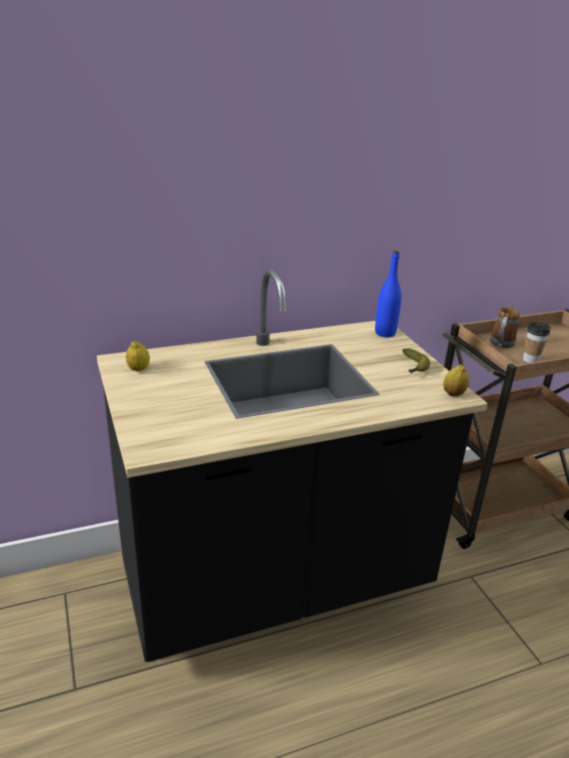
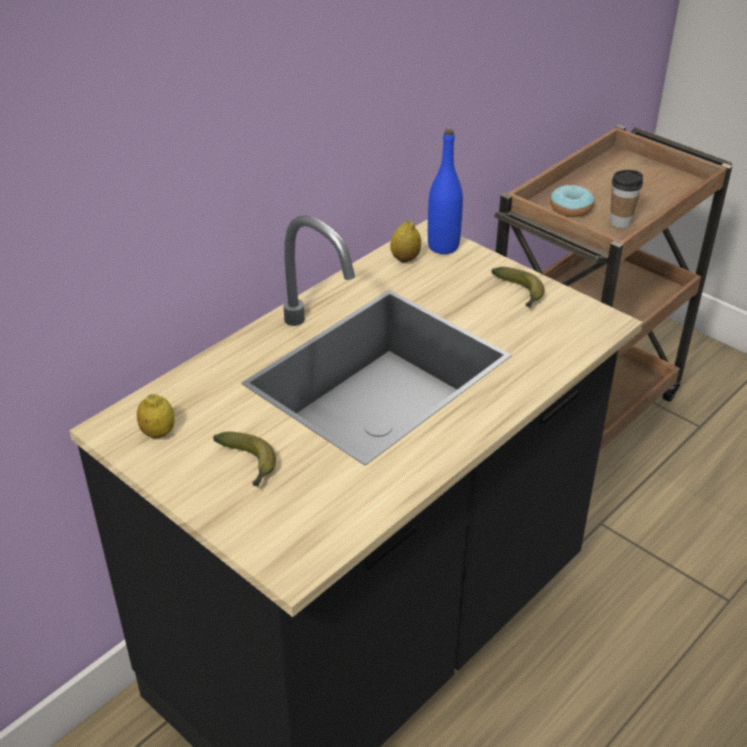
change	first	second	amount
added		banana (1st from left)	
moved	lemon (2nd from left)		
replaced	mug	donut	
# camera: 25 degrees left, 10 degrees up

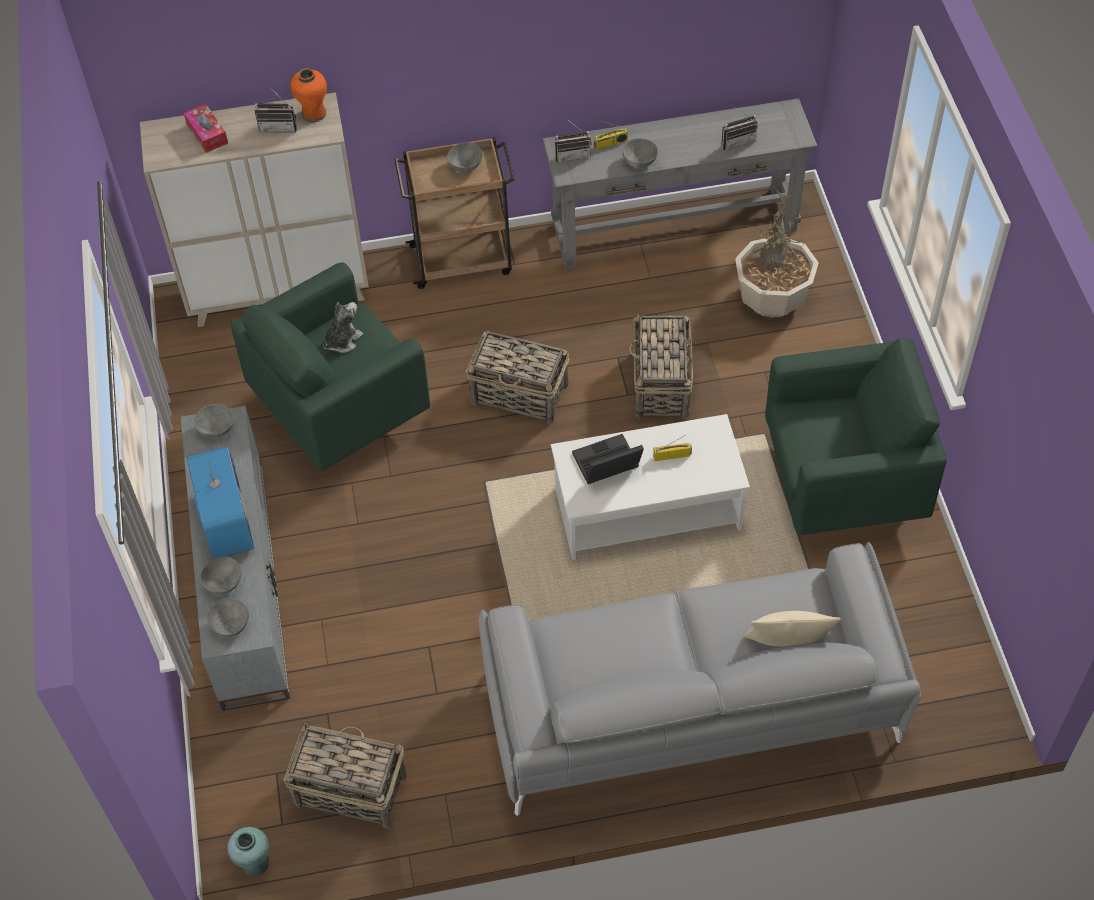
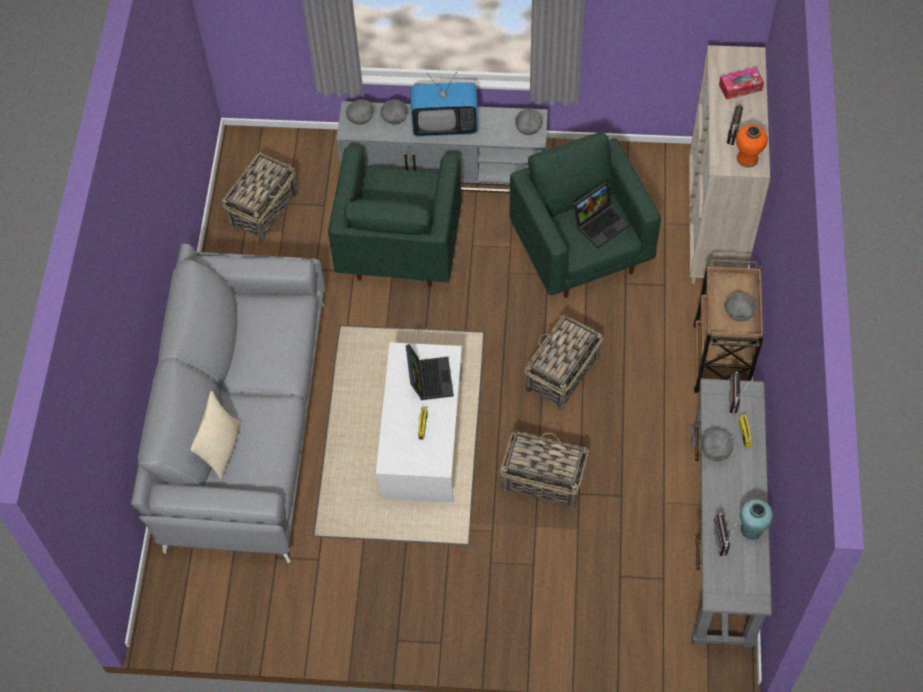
change	first	second	amount
moved	armchair in green (2nd from left in the first image)	armchair in green (1st from left)	
replaced	plush toy	laptop (2nd from left)	
moved	vase in turquoise		
removed	potted plant		
# camera: 105 degrees right, 5 degrees up

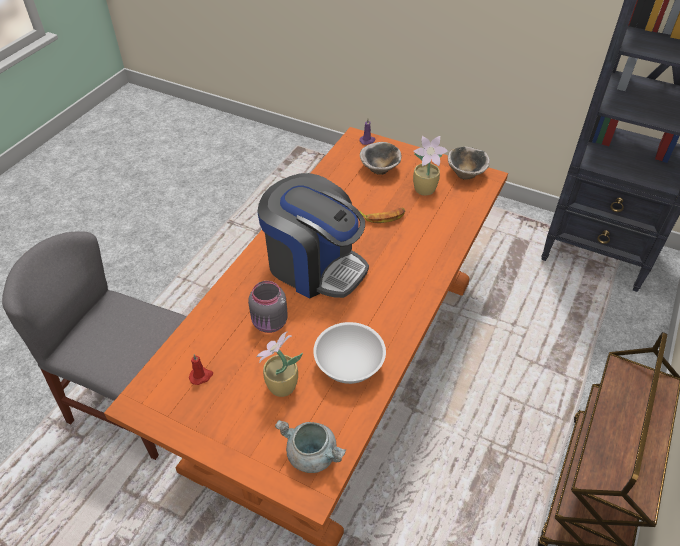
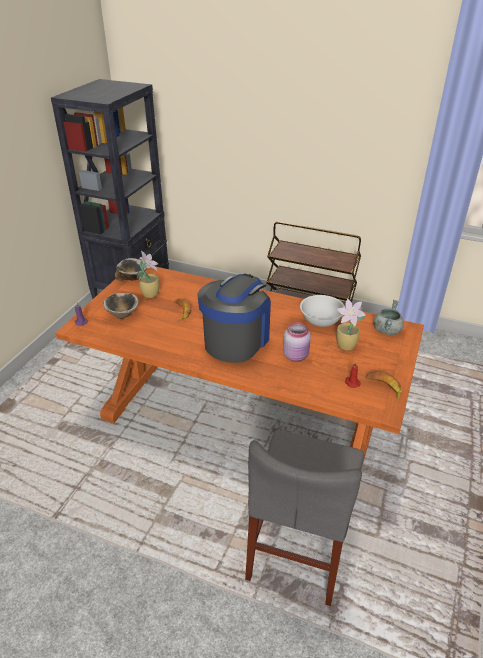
change	first	second	amount
recoloured	jar in grey	jar in pink	
added		banana (2nd from left)	
# camera: 95 degrees left, 10 degrees down

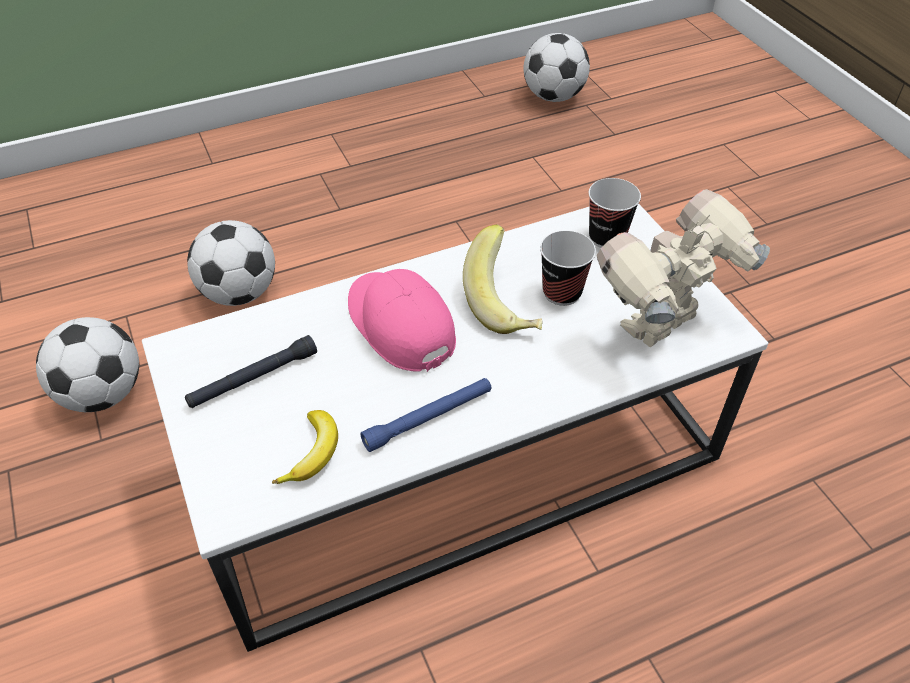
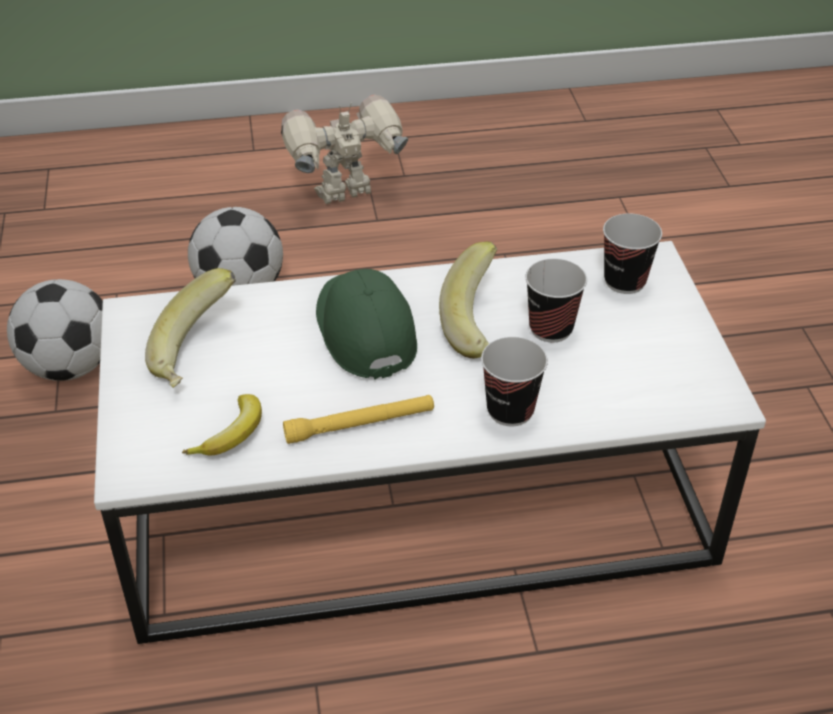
change	first	second	amount
replaced	flashlight in black	banana (1st from left)	
moved	toy robot		
recoloured	flashlight in blue	flashlight in yellow	
recoloured	cap in pink	cap in green	
added		cup (1st from left)	
removed	football (3rd from left)		
# camera: 15 degrees right, 5 degrees down

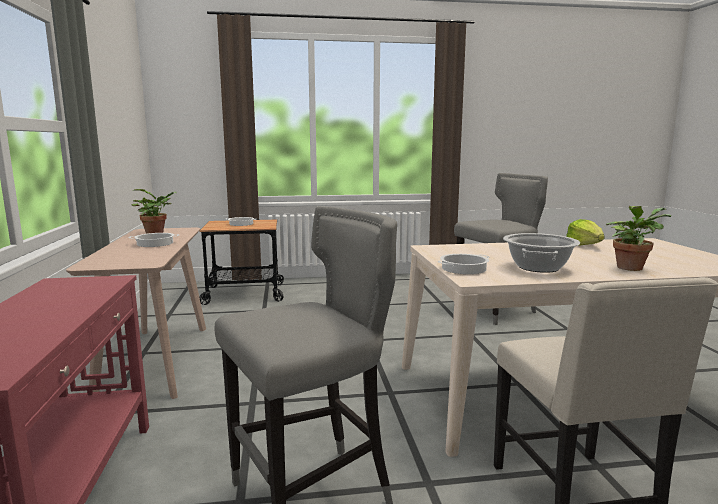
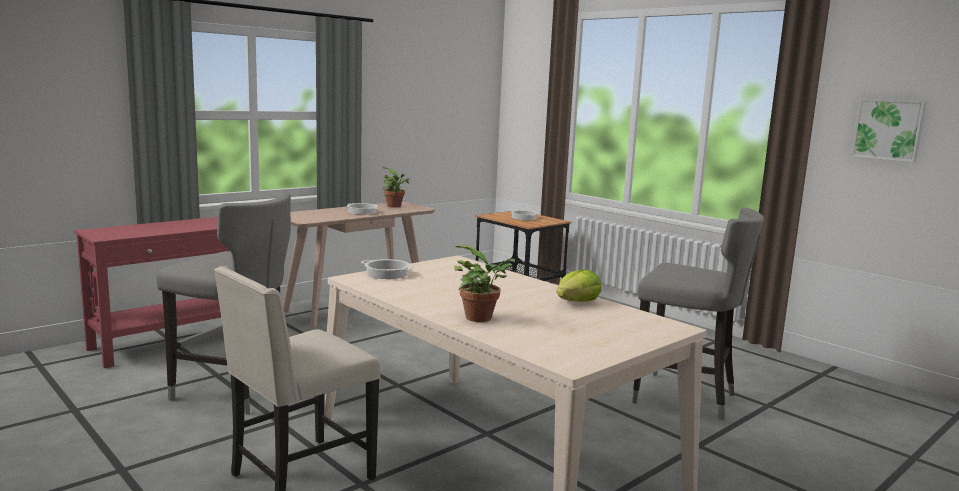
change	first	second	amount
added		picture	
removed	cooking pot (4th from left)		
# camera: 55 degrees right, 0 degrees up

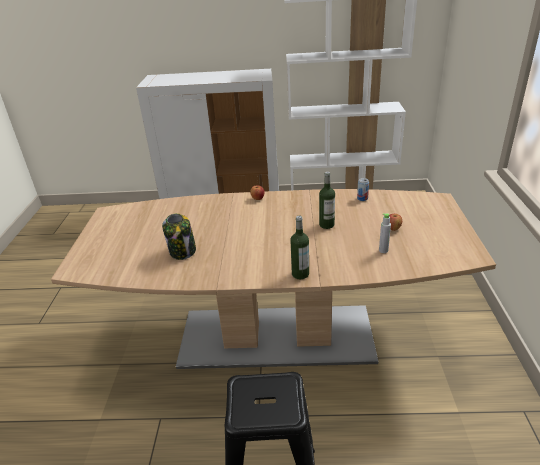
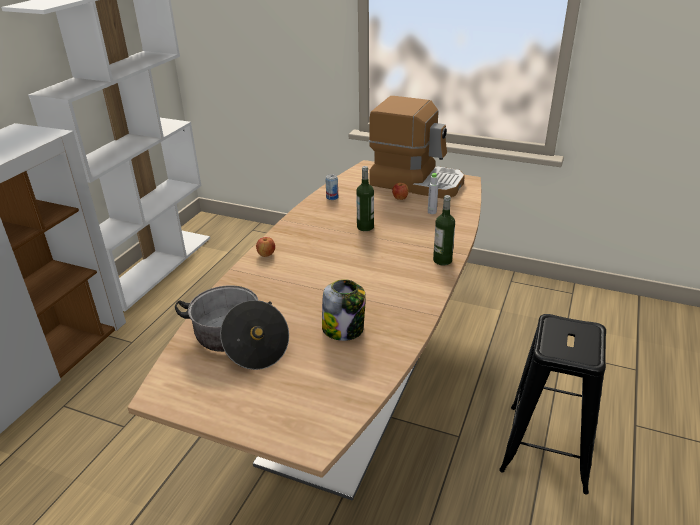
change	first	second	amount
added		cooking pot	
added		coffee machine	
# camera: 70 degrees left, 0 degrees up

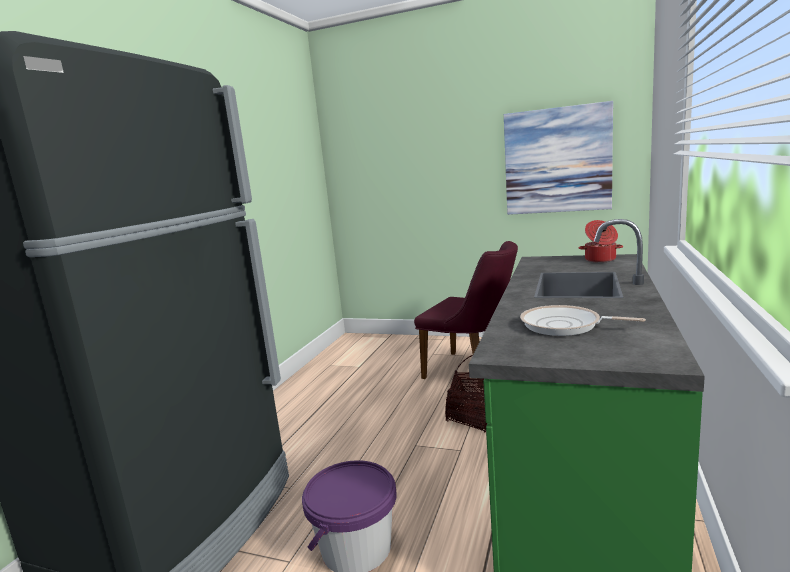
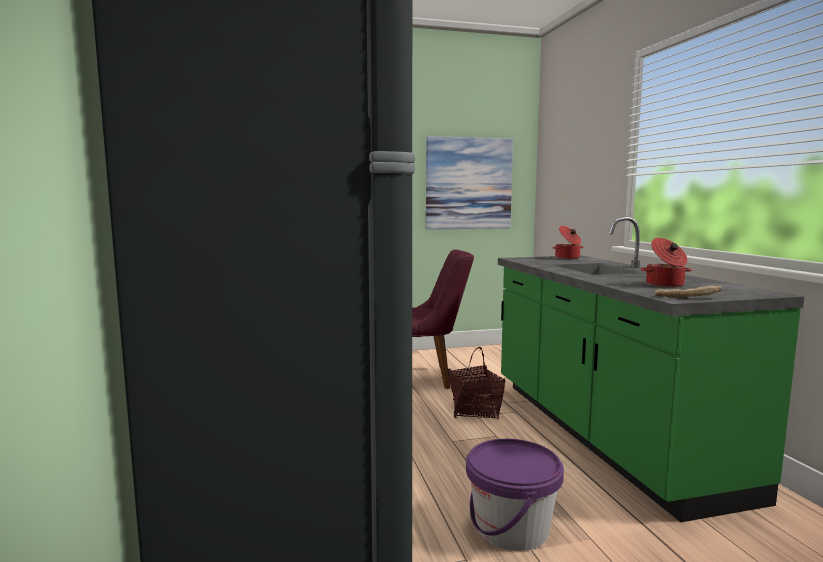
change	first	second	amount
replaced	frying pan	cooking pot (2nd from left)	
added		bread	
# camera: 35 degrees left, 5 degrees down

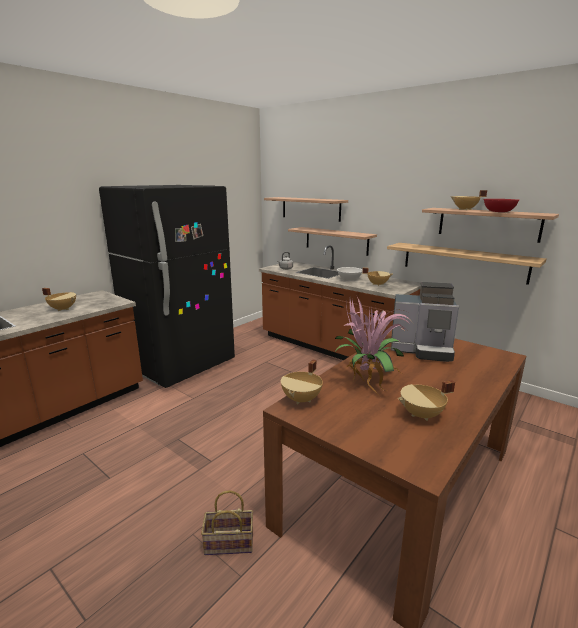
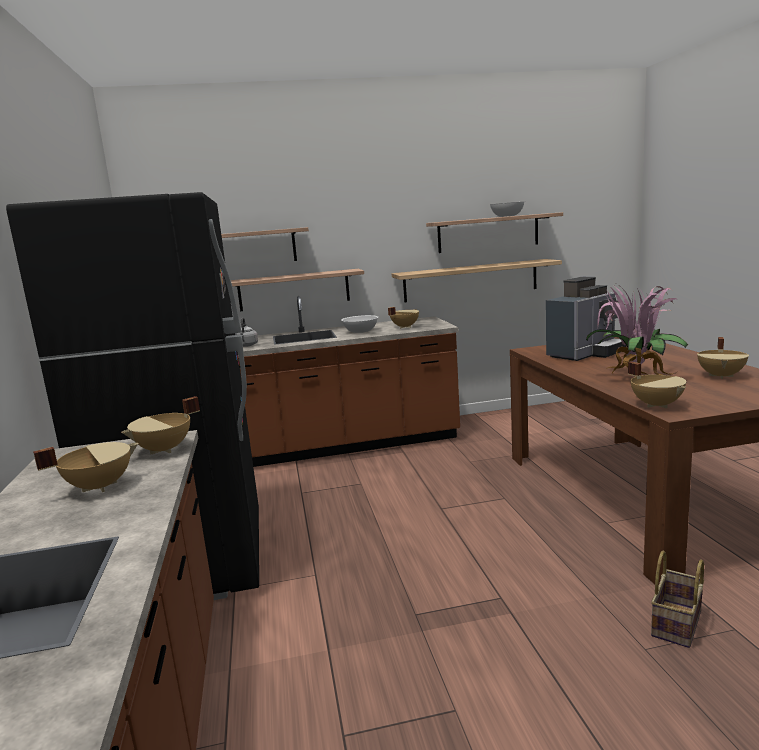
change	first	second	amount
moved	cooking pot in beige (5th from left in the first image)	cooking pot in beige (2nd from left)	
recoloured	bowl in red	bowl in white (2nd from left)	
# camera: 50 degrees left, 5 degrees down

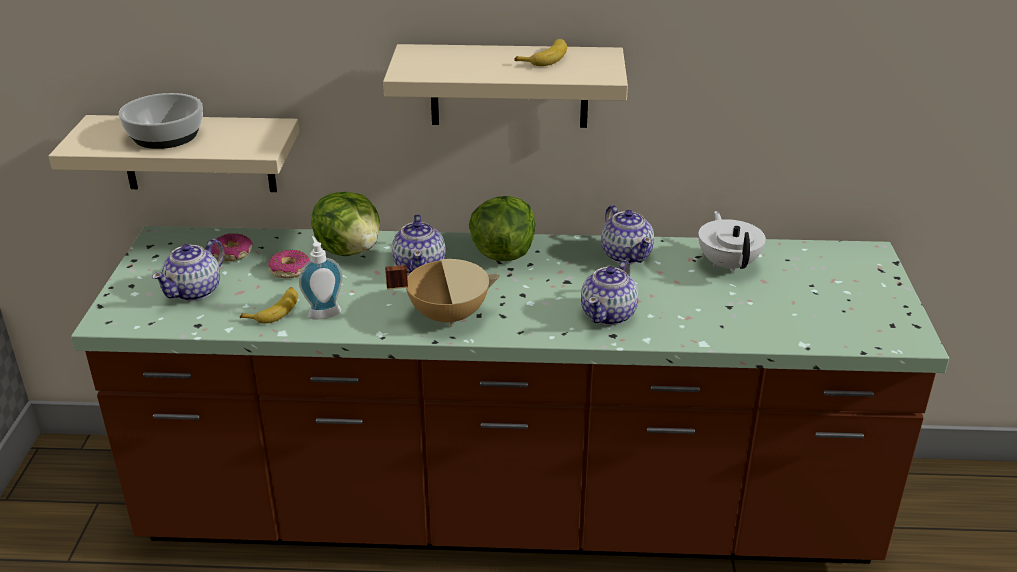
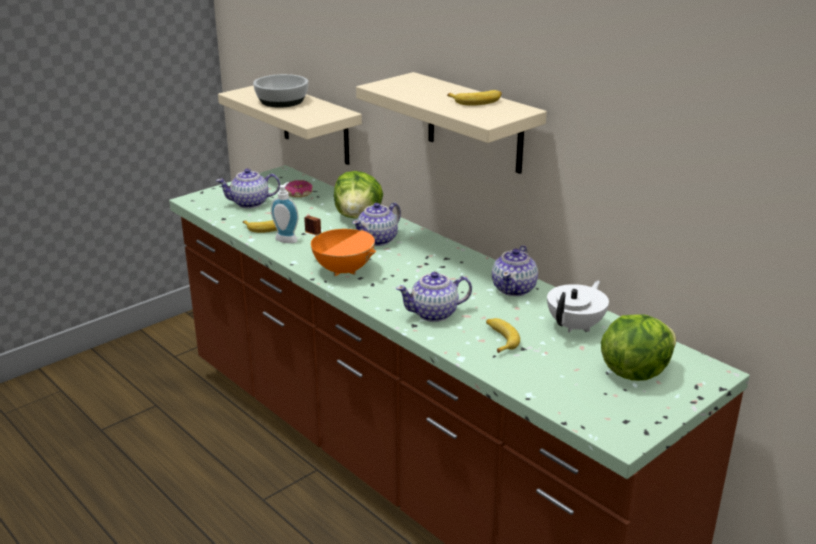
change	first	second	amount
recoloured	cooking pot in beige	cooking pot in orange	
added		banana (3rd from left)	
moved	lettuce (2nd from left)		
removed	donut (2nd from left)		
# camera: 45 degrees right, 5 degrees down

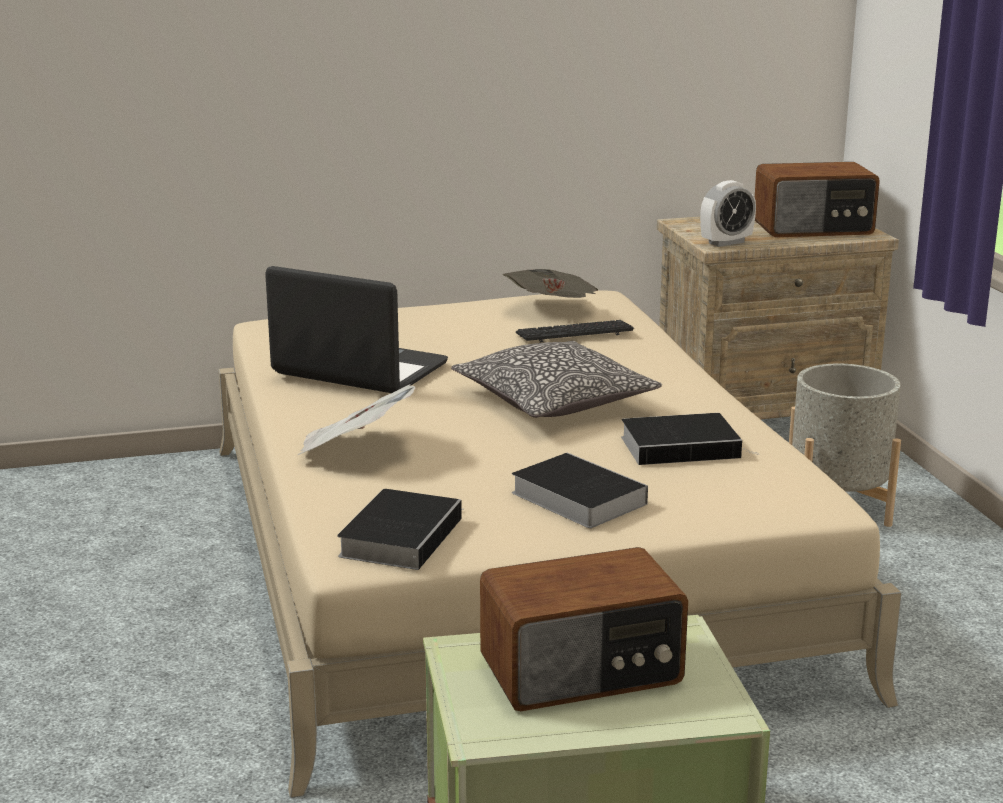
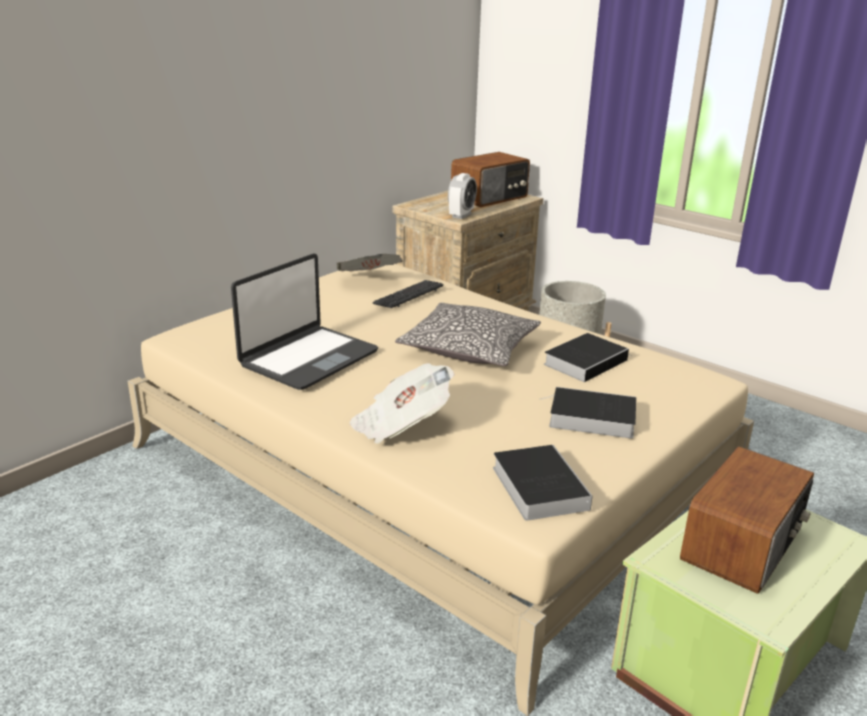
change	first	second	amount
turned	laptop		135 degrees clockwise
# camera: 35 degrees left, 5 degrees up

